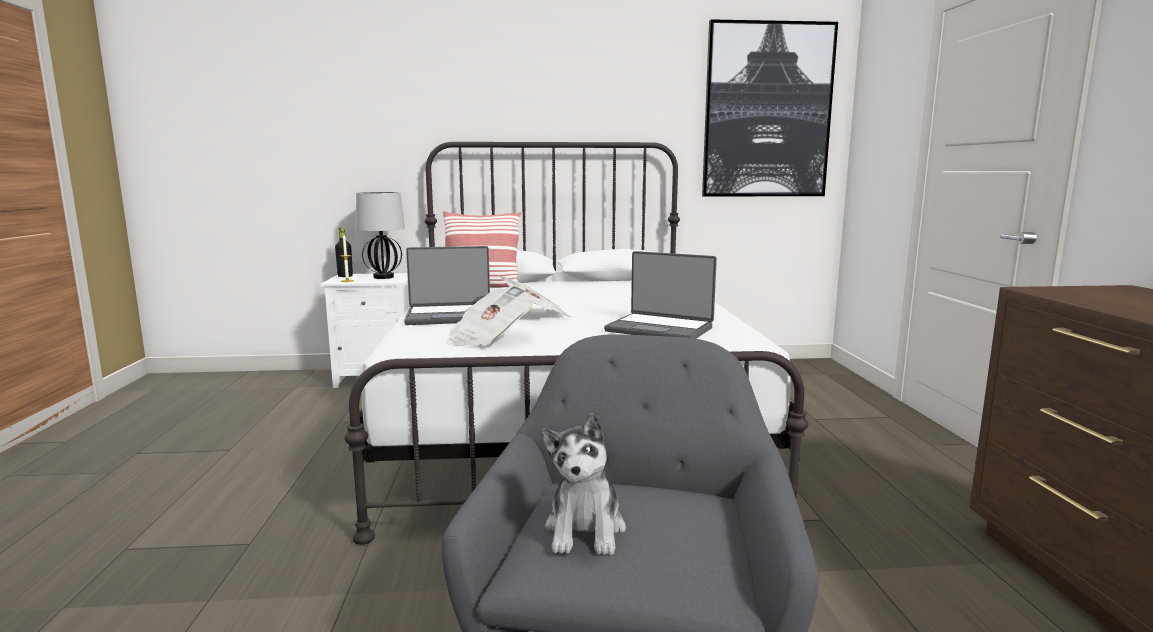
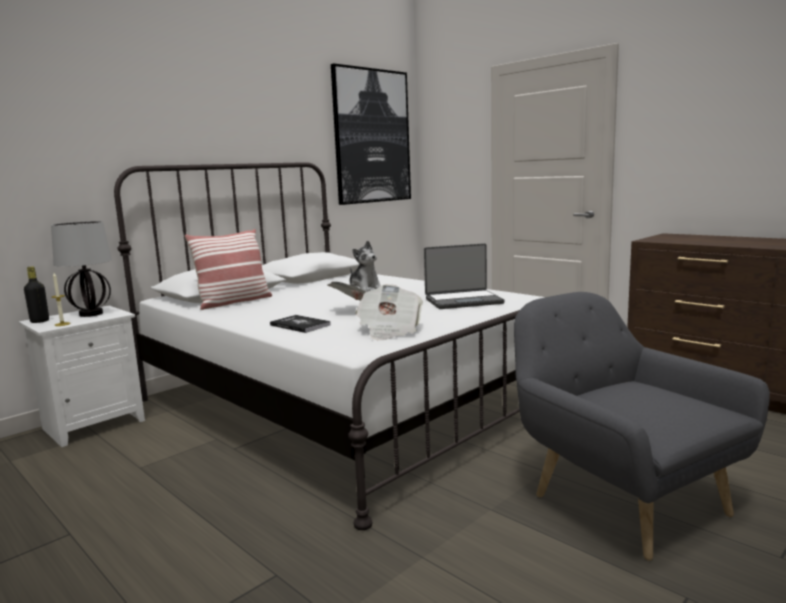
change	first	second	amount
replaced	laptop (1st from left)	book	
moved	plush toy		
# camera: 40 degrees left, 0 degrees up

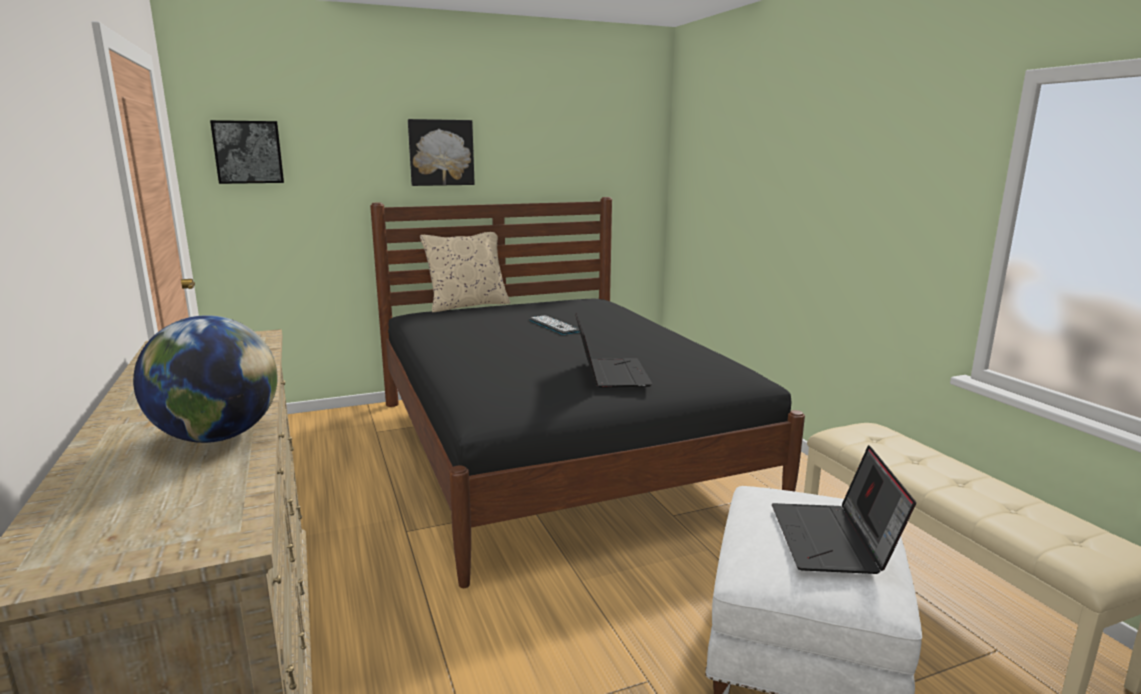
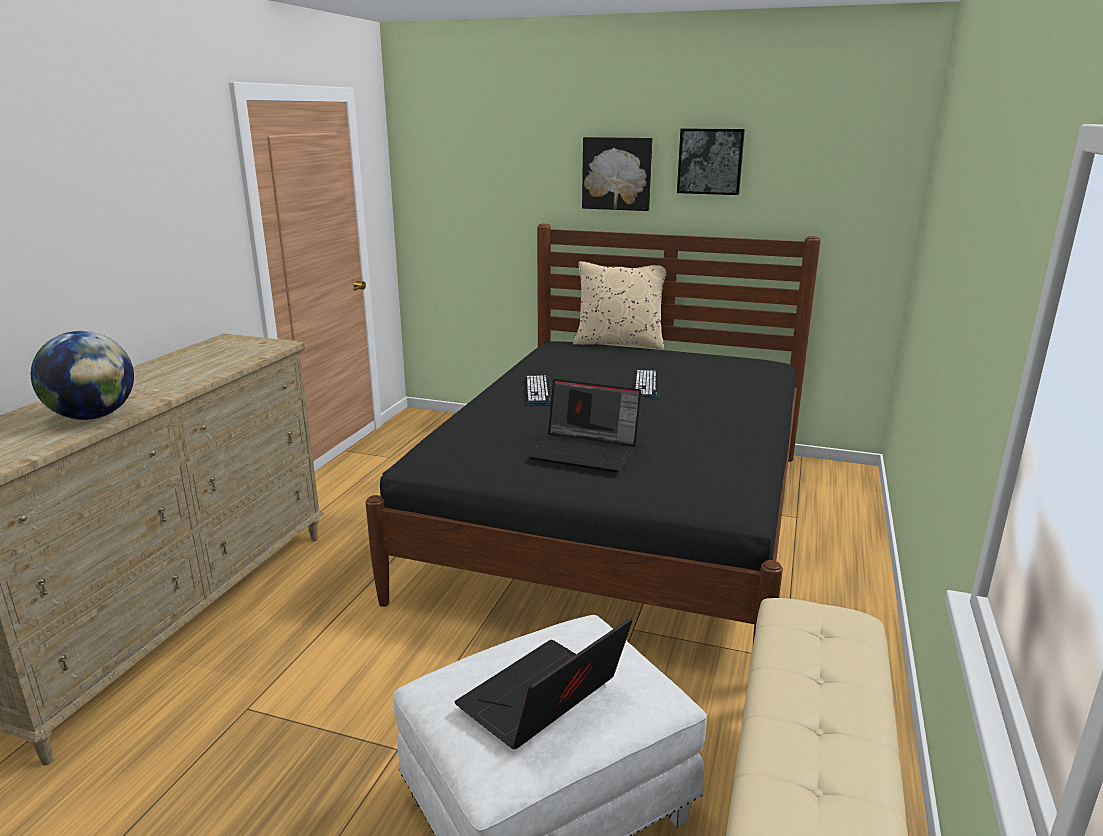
change	first	second	amount
added		keyboard (1st from left)	
turned	laptop (1st from left in the first image)	laptop (2nd from left)	75 degrees clockwise
moved	picture (1st from left in the first image)	picture (2nd from left)	
# camera: 40 degrees right, 5 degrees up

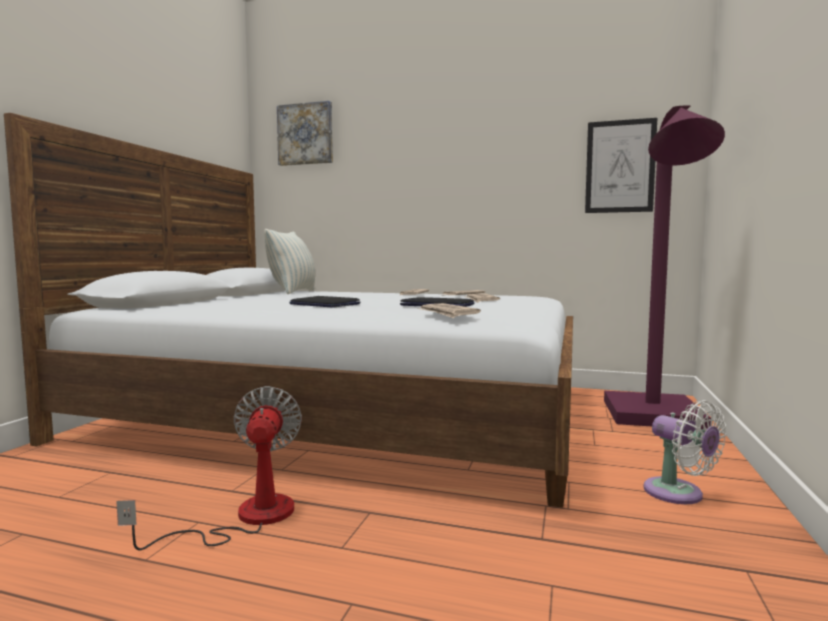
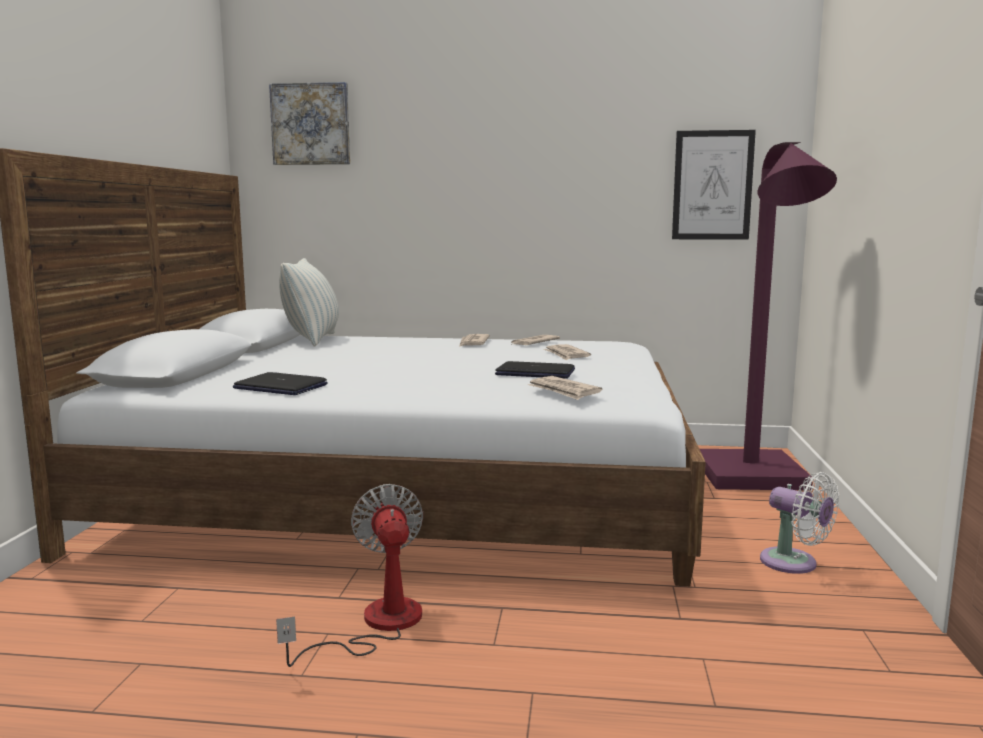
change	first	second	amount
moved	laptop (1st from left)		
# camera: 10 degrees left, 5 degrees up

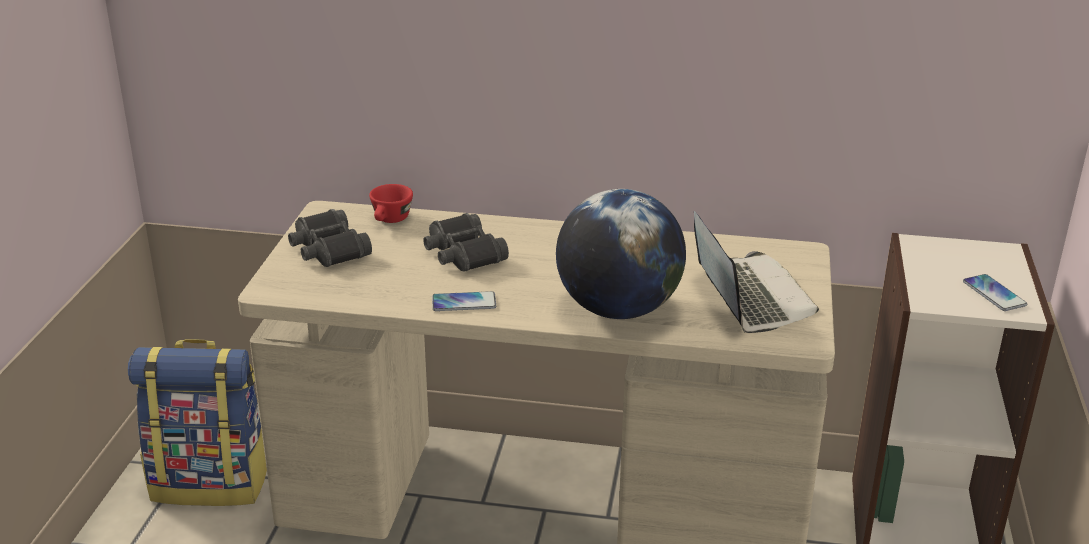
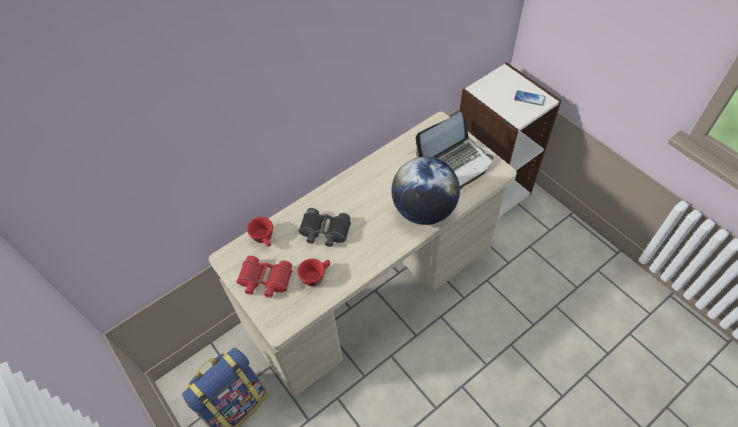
change	first	second	amount
recoloured	binoculars in black (1st from left)	binoculars in red	
added		cup in red (2nd from left)	
turned	laptop		120 degrees clockwise
removed	phone (1st from left)		
# camera: 45 degrees left, 25 degrees up

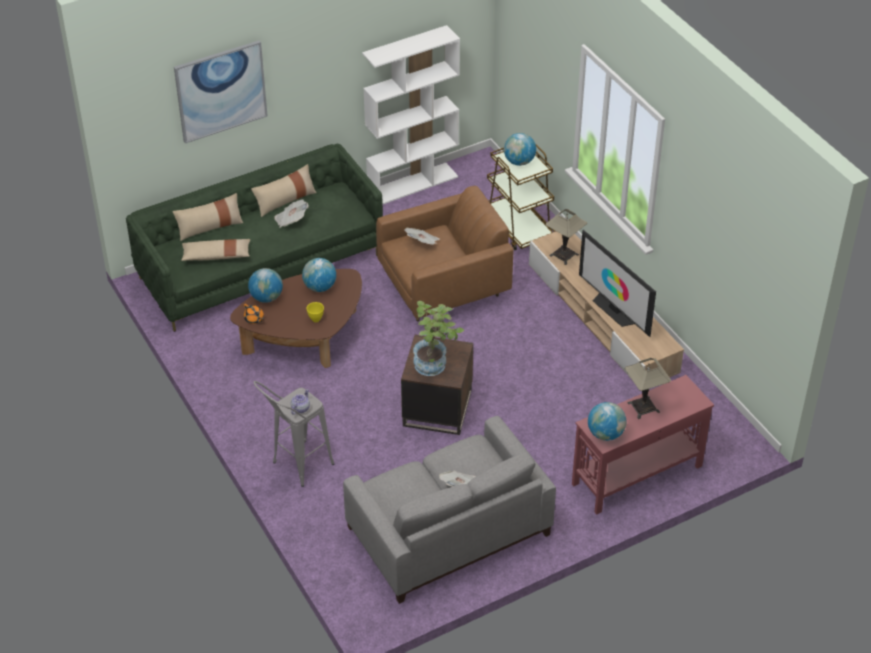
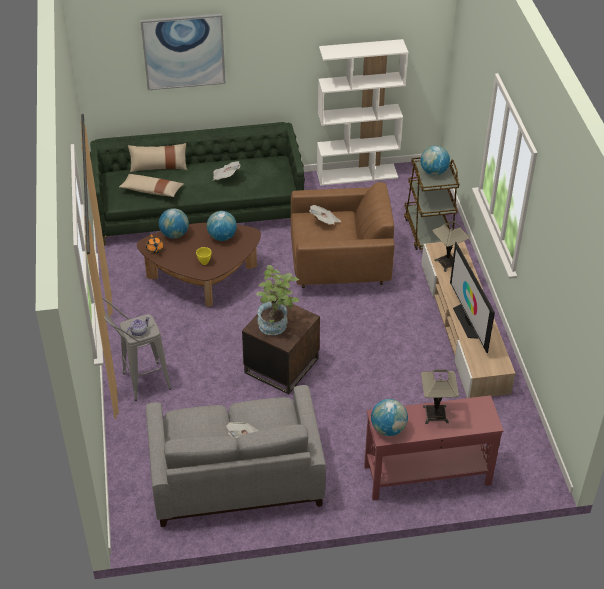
change	first	second	amount
removed	pillow in beige (3rd from left)		
# camera: 20 degrees right, 0 degrees up

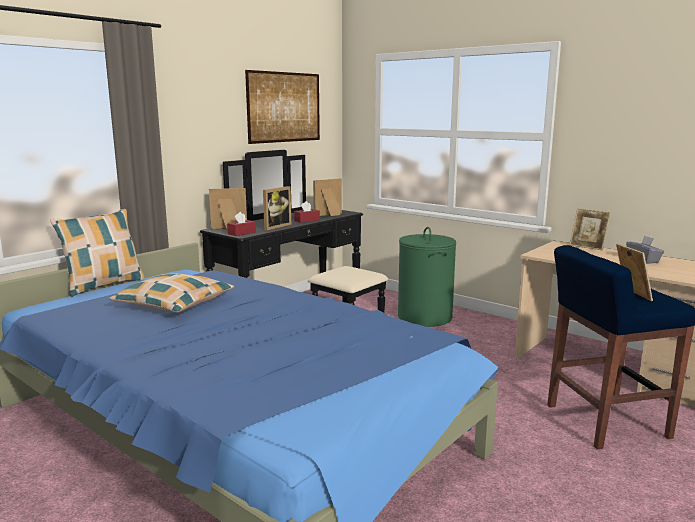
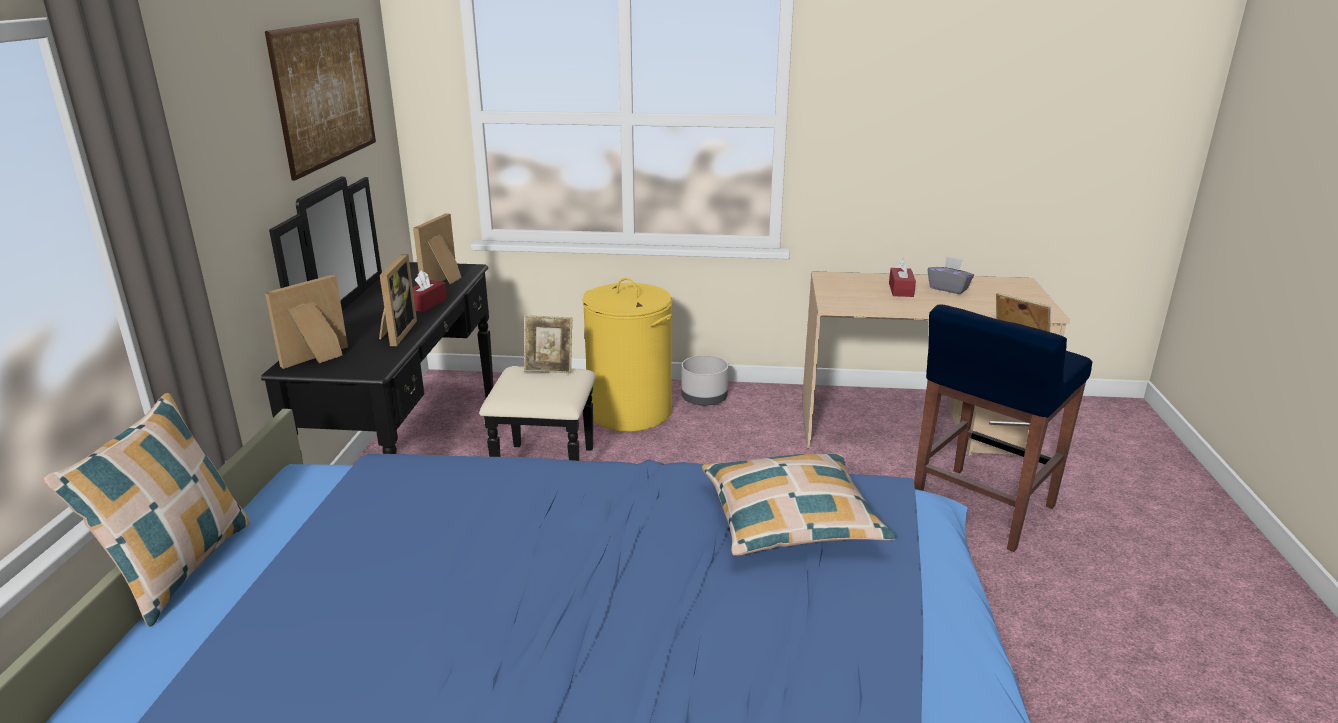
change	first	second	amount
moved	picture frame (4th from left)		
recoloured	laundry basket in green	laundry basket in yellow	
added		planter in grey	
moved	pillow (2nd from left)		
moved	tissue box in red (1st from left in the first image)	tissue box in red (2nd from left)	
# camera: 35 degrees left, 10 degrees up

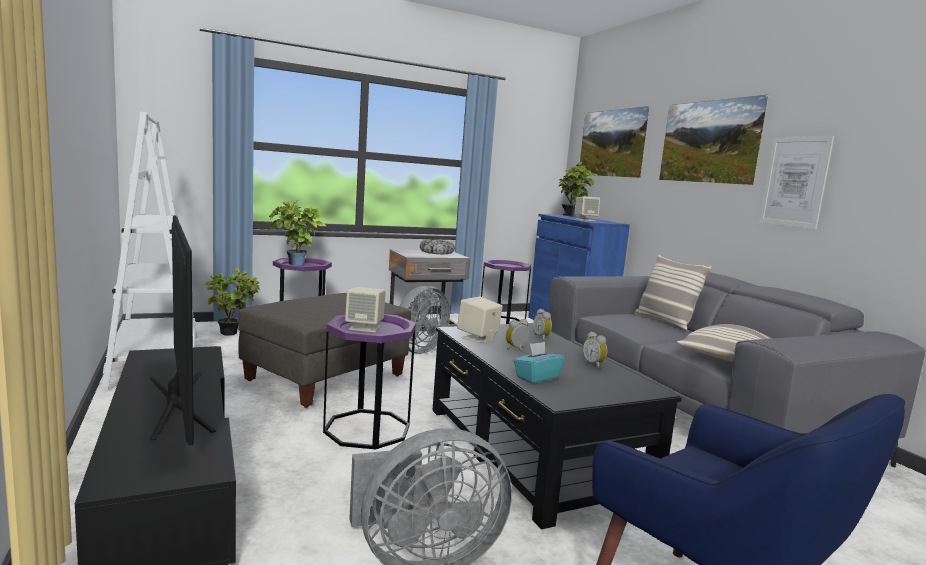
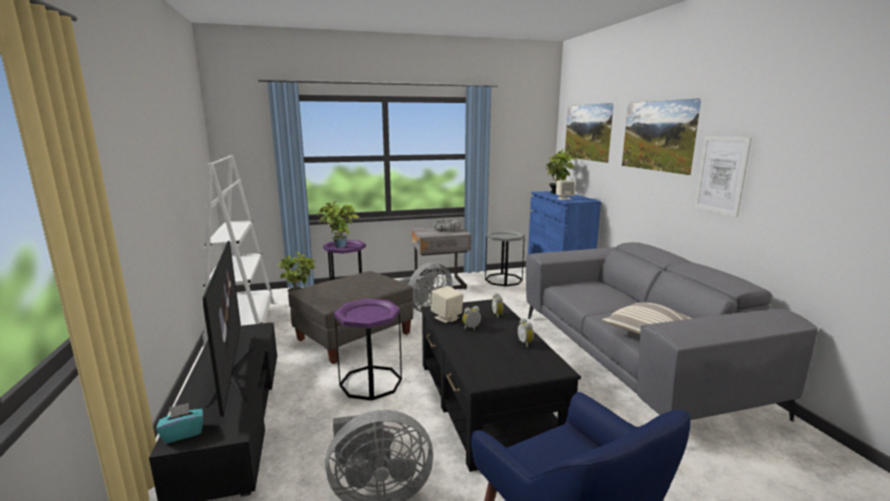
change	first	second	amount
moved	tissue box in turquoise		
recoloured	side table in purple (3rd from left)	side table in grey	
removed	speaker in beige (1st from left)		
removed	pillow (1st from left)		
# camera: 10 degrees right, 5 degrees up

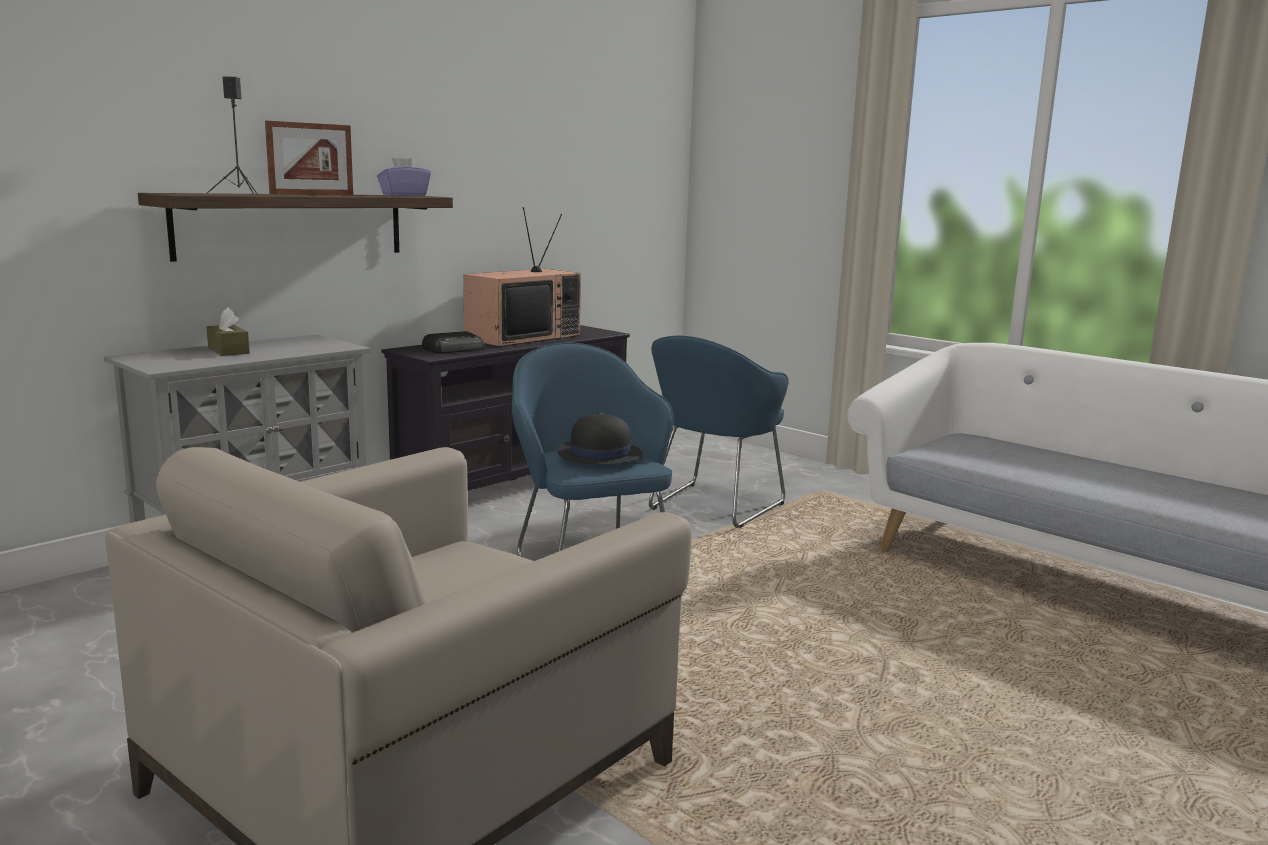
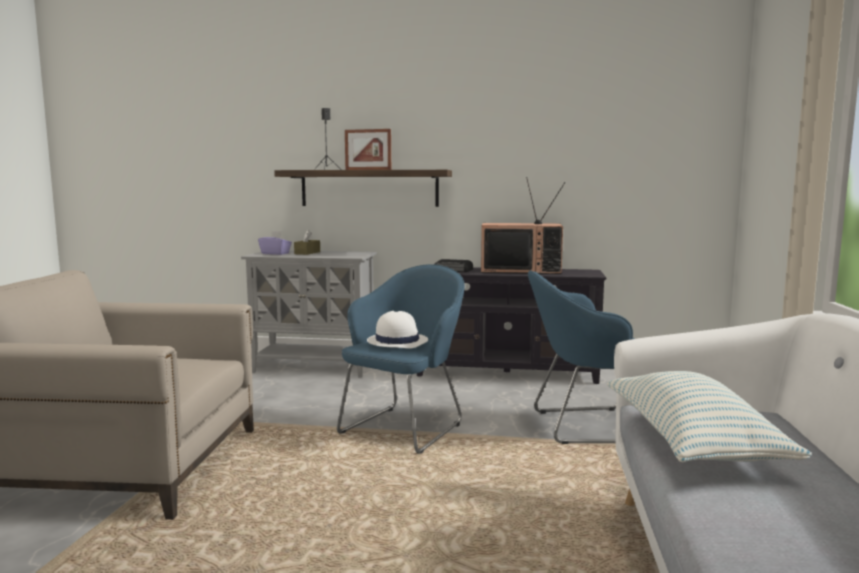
change	first	second	amount
moved	tissue box in purple		
recoloured	hat in black	hat in white	
added		pillow	
# camera: 55 degrees right, 5 degrees down

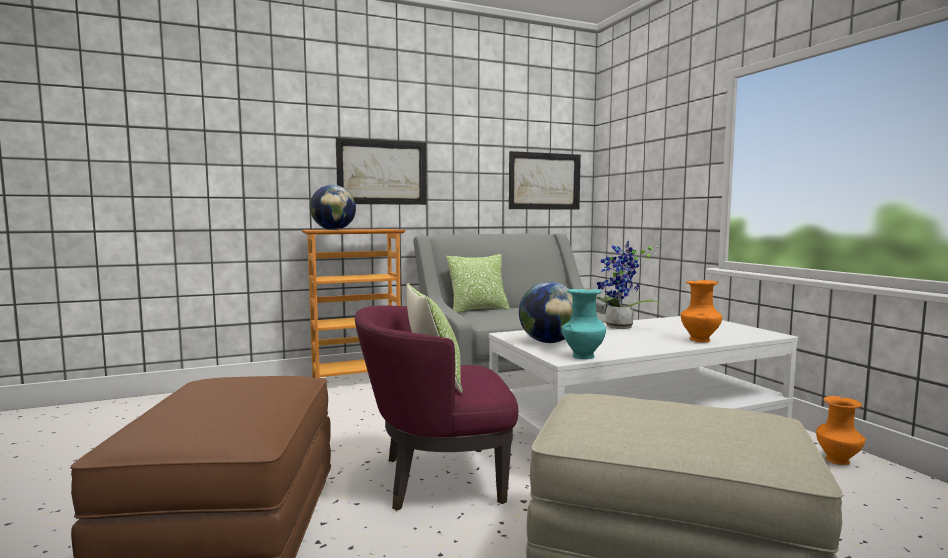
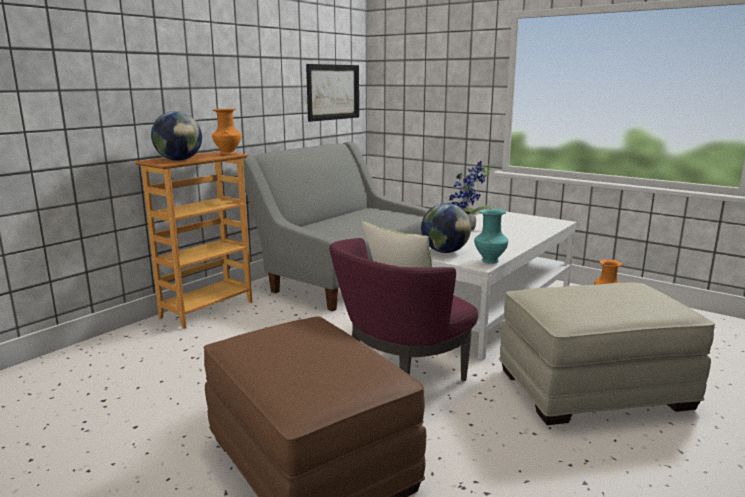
change	first	second	amount
moved	vase in orange (1st from left)		
removed	picture (1st from left)		
removed	pillow (2nd from left)		
# camera: 30 degrees left, 10 degrees up

